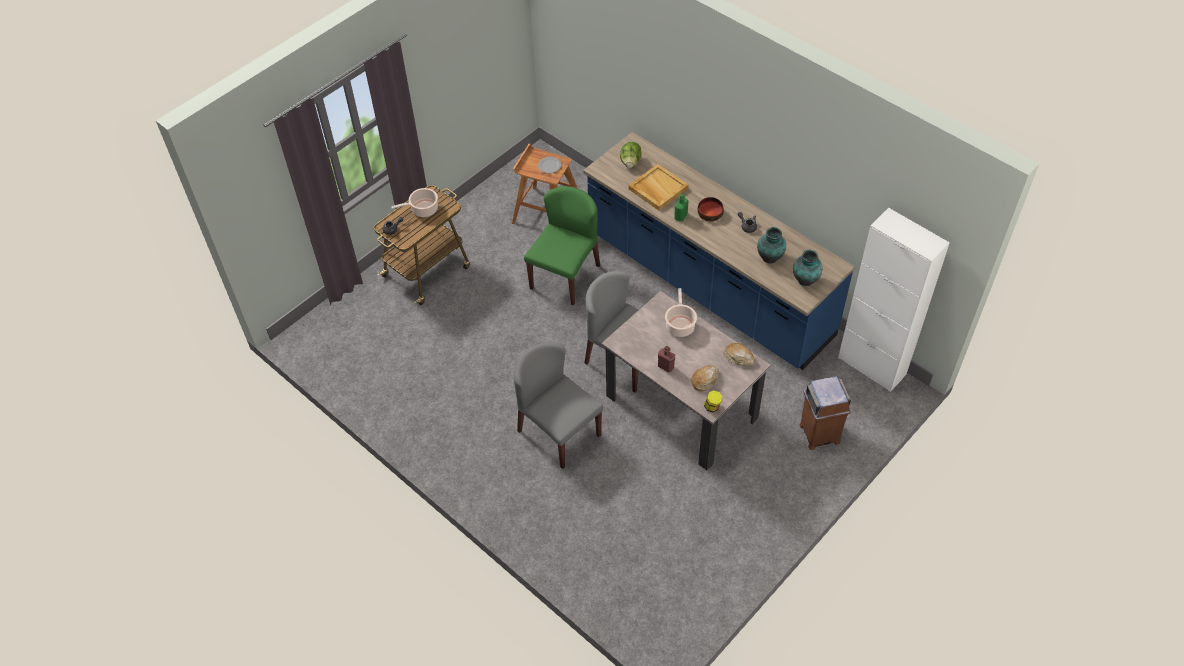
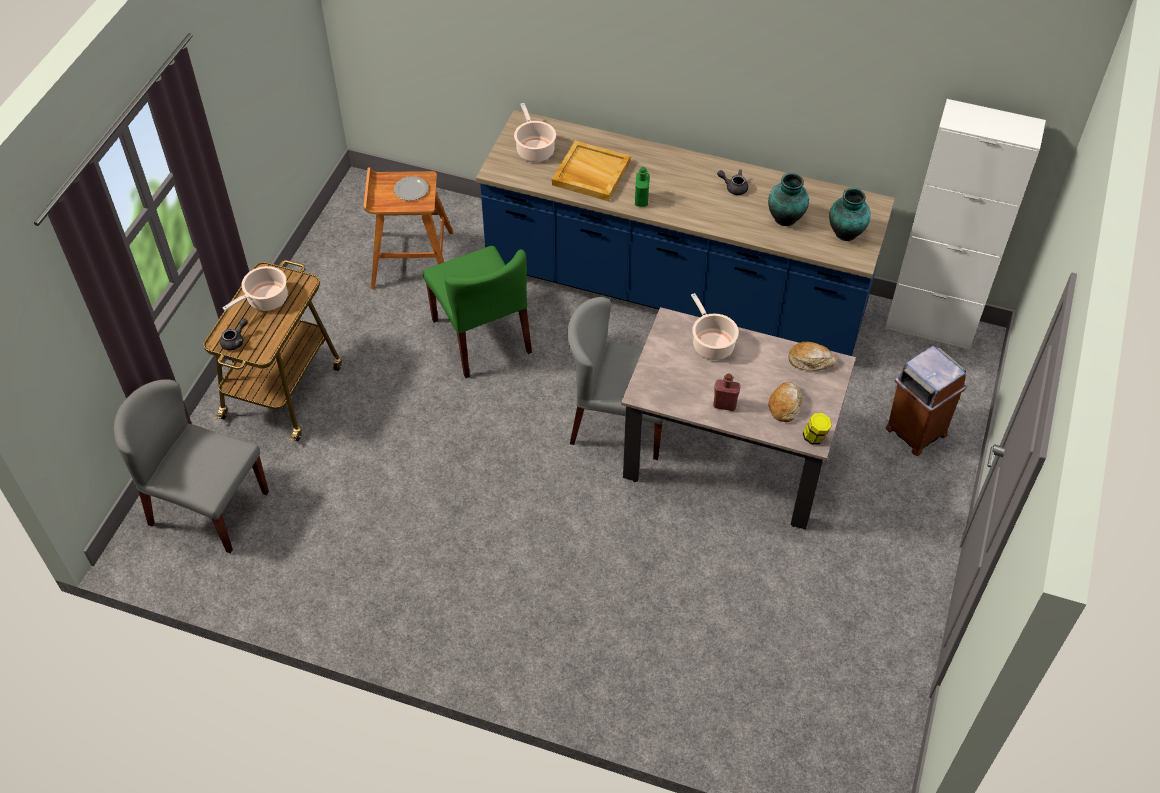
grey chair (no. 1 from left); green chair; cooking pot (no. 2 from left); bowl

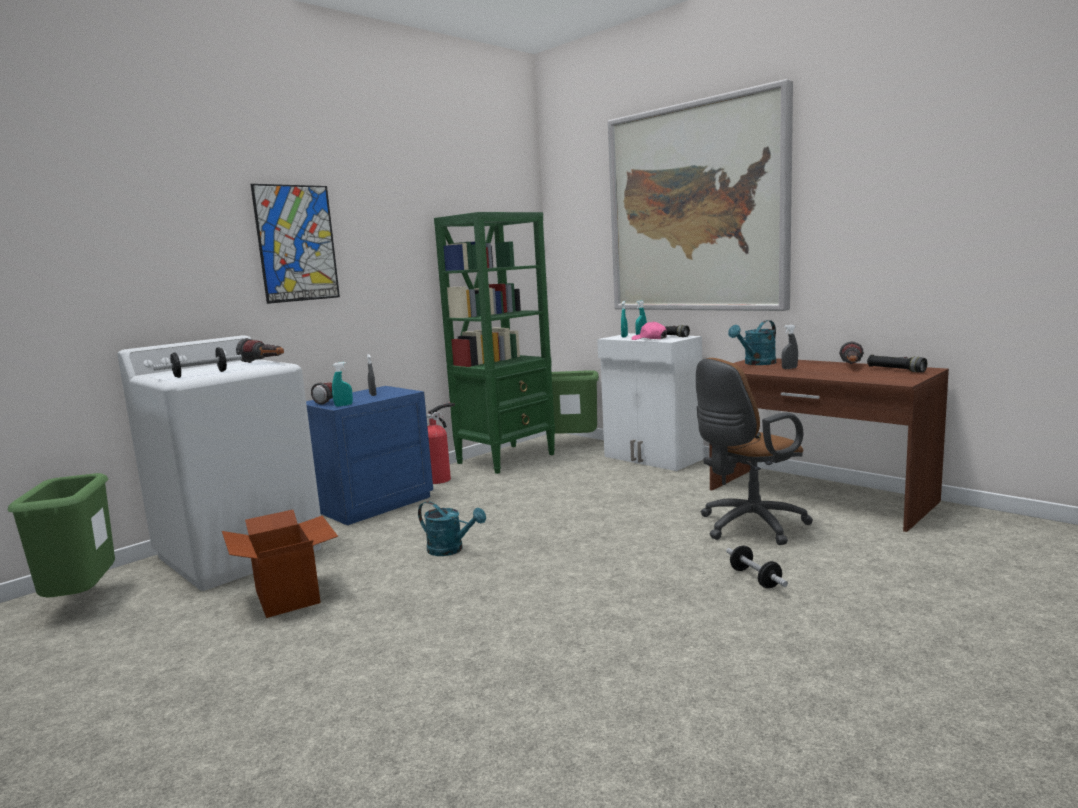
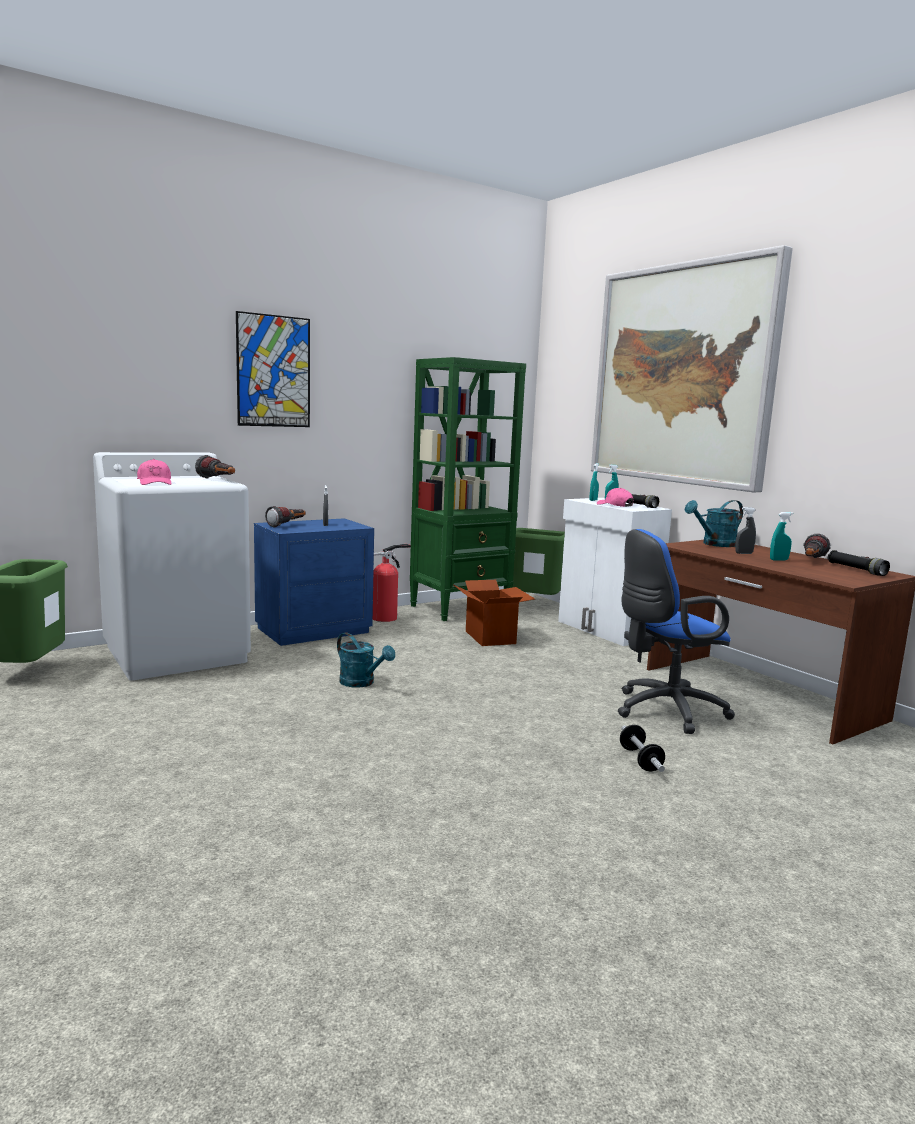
pink cap (no. 1 from left); cardboard box; blue office chair; turquoise spray bottle (no. 3 from left)

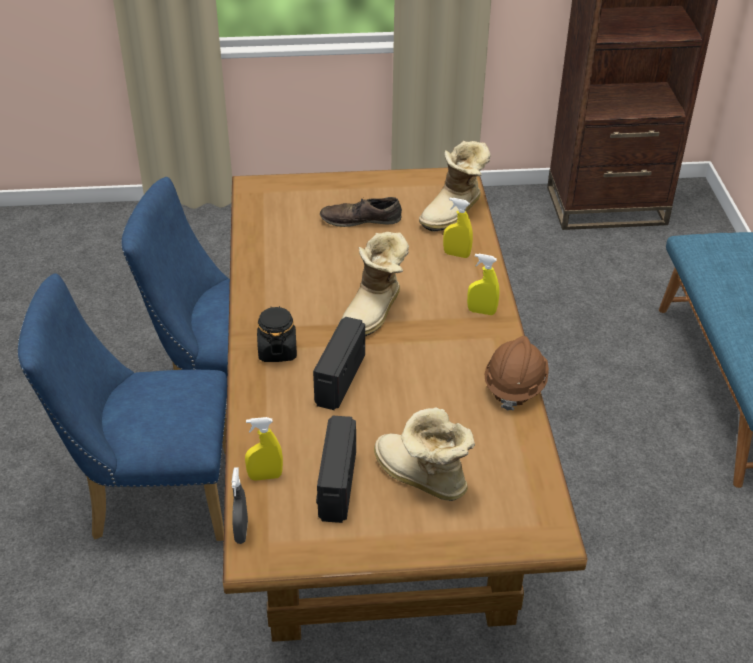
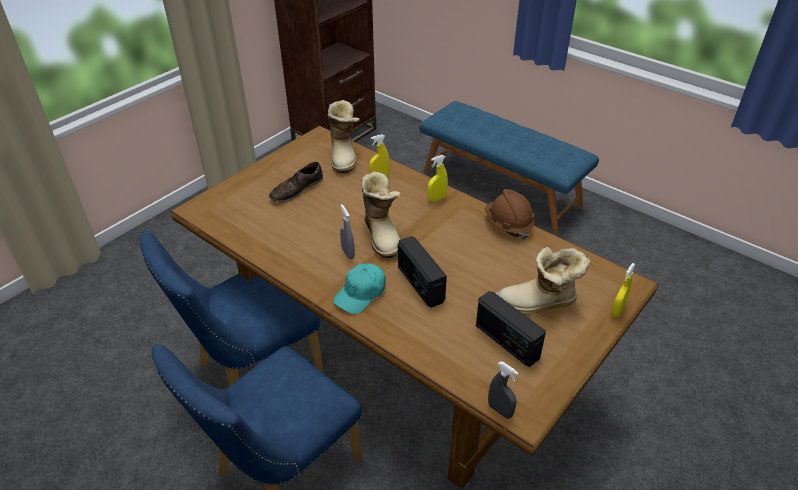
turquoise cap; grey spray bottle (no. 1 from left); yellow spray bottle (no. 3 from left)

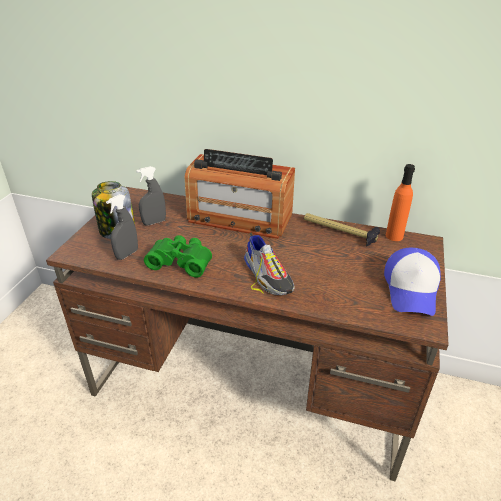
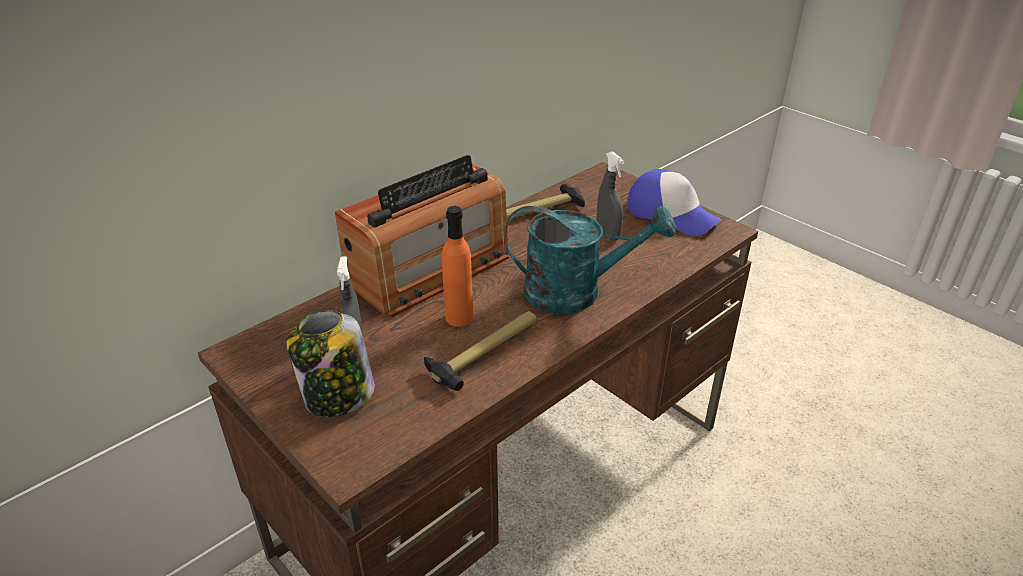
hammer (no. 1 from left); orange bottle; turquoise watering can; grey spray bottle (no. 2 from left)

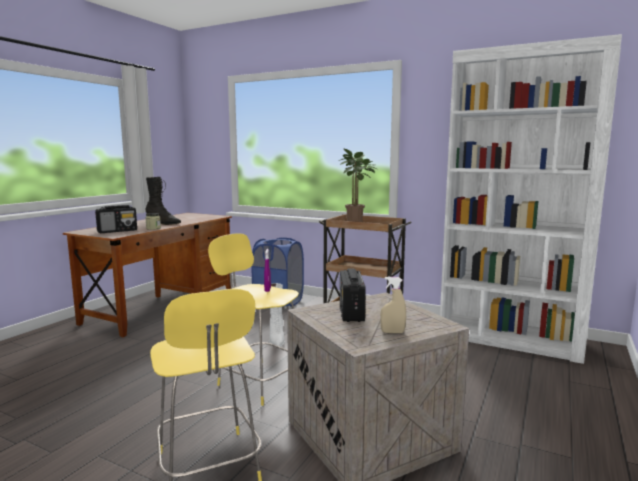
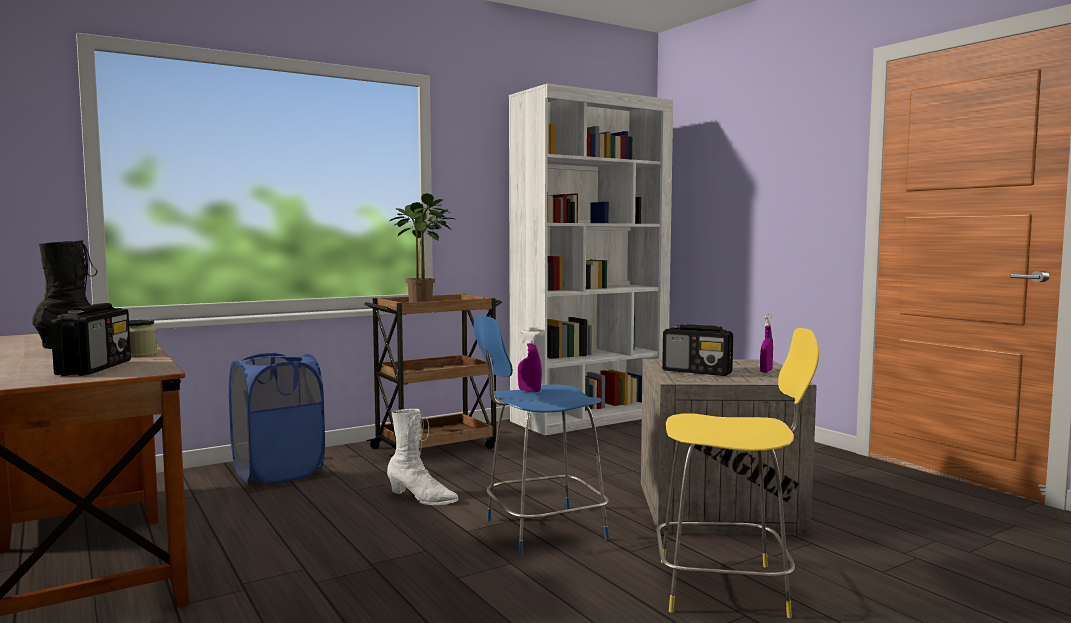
blue stool; purple spray bottle (no. 2 from left)

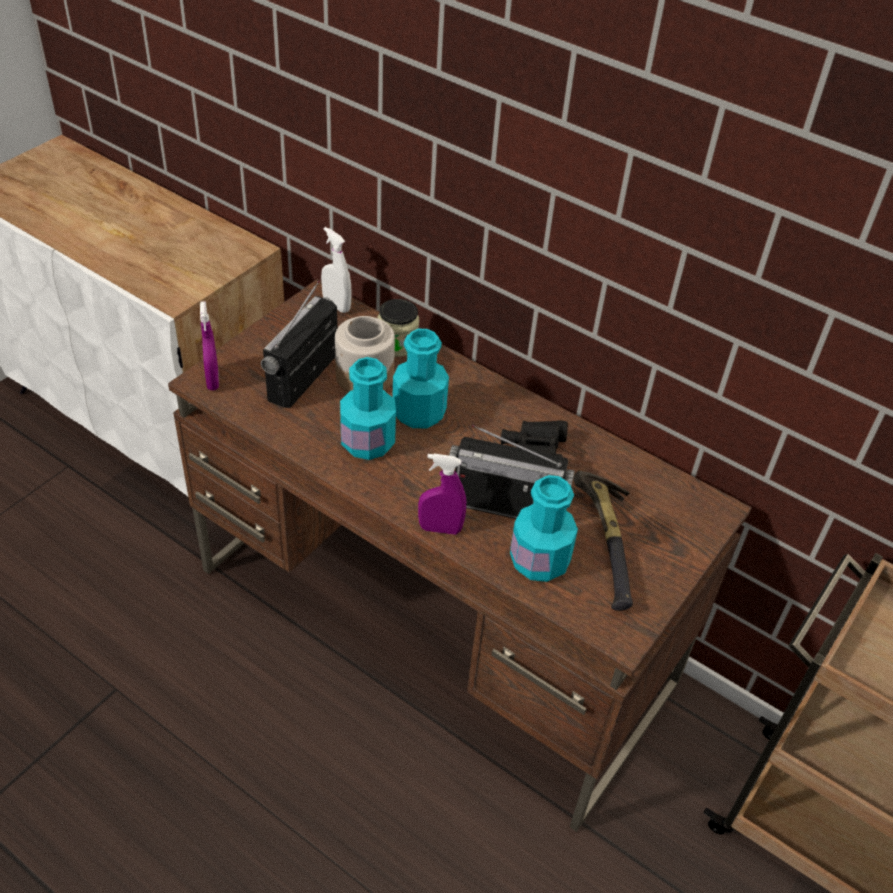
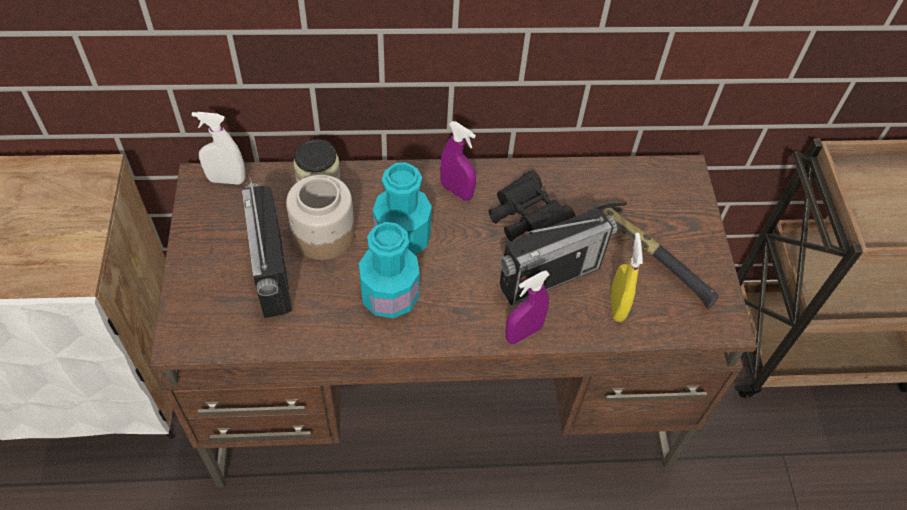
purple spray bottle (no. 1 from left); yellow spray bottle

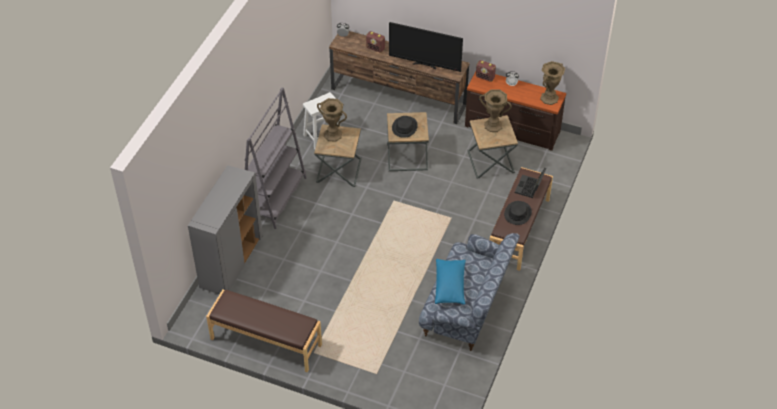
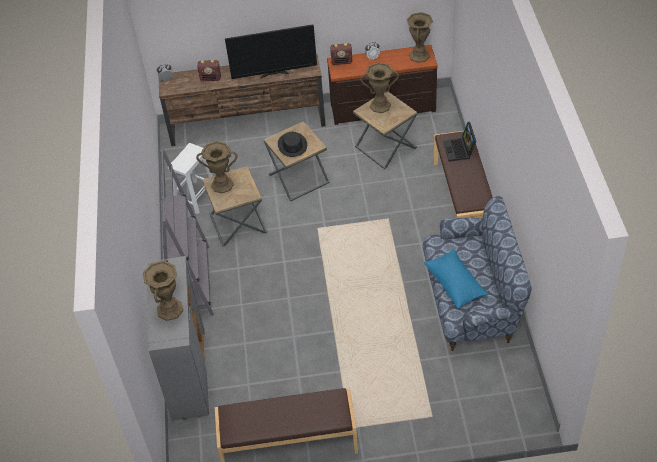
brown vase (no. 1 from left); black hat (no. 2 from left in the first image)

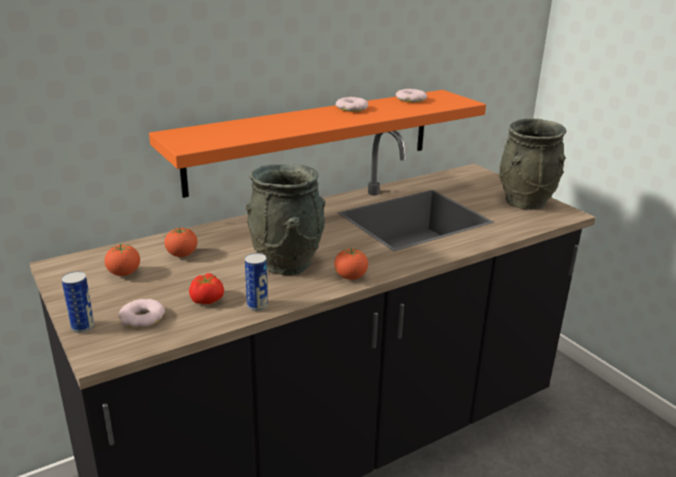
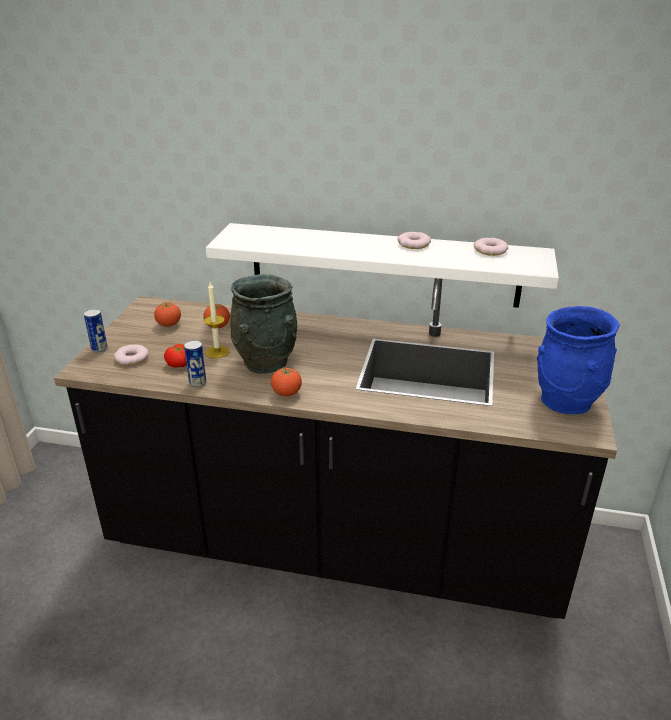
candle; white shelf; blue vase

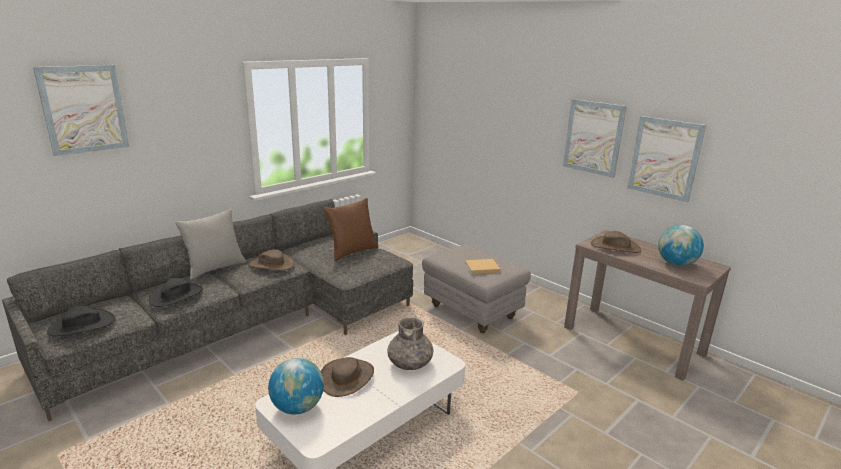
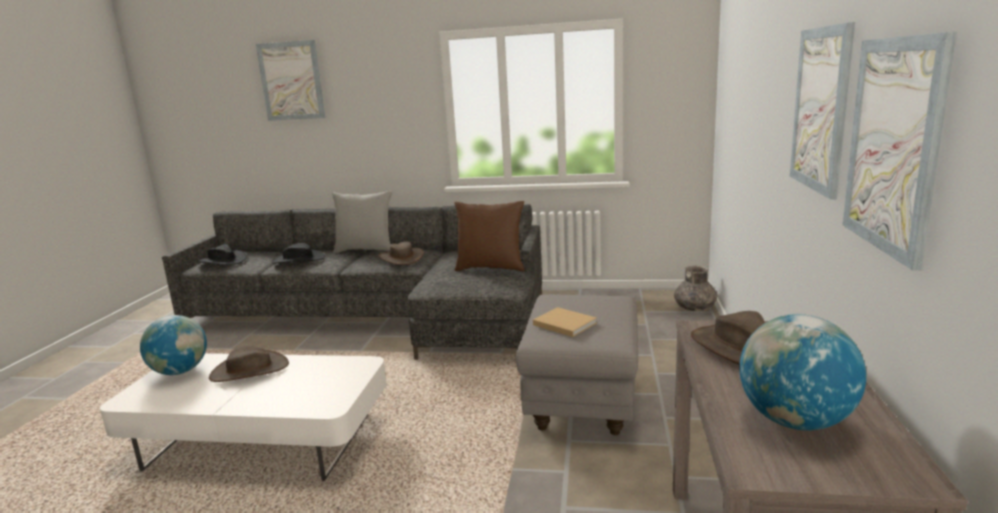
grey vase

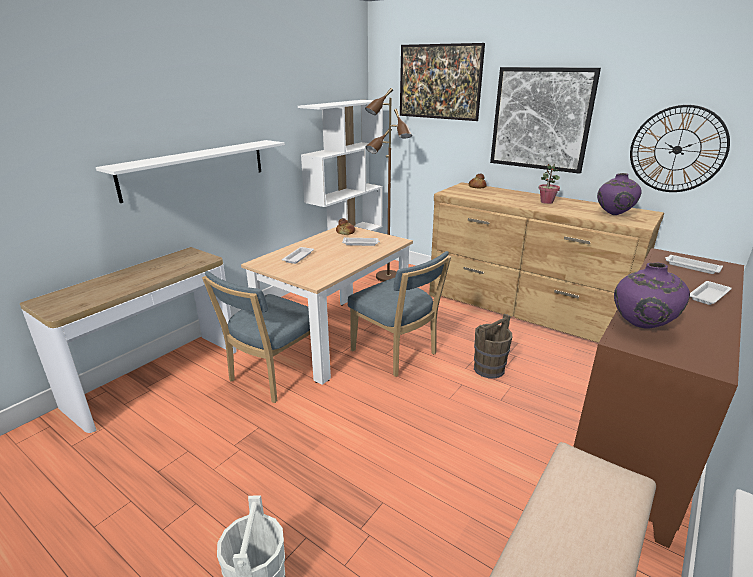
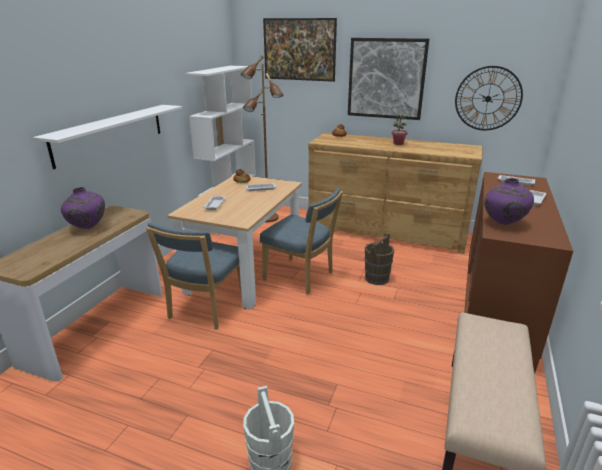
purple vase (no. 1 from left)

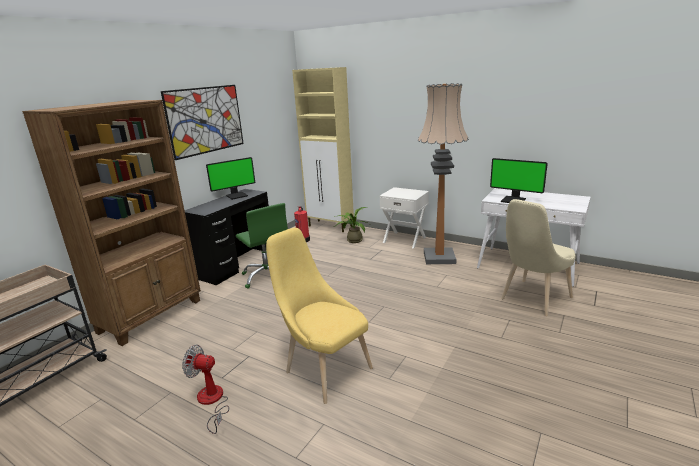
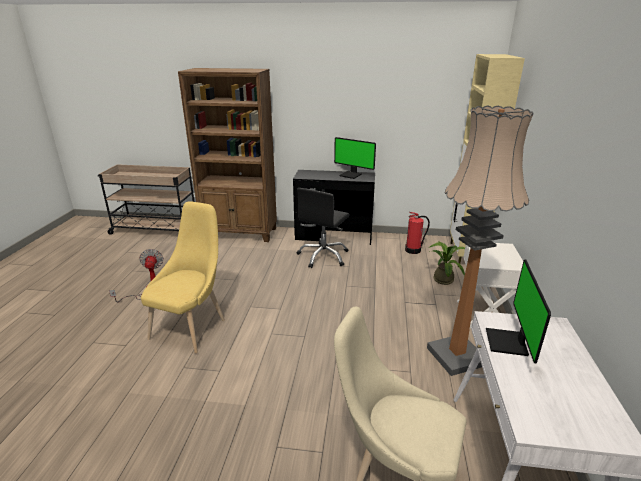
black office chair; picture

